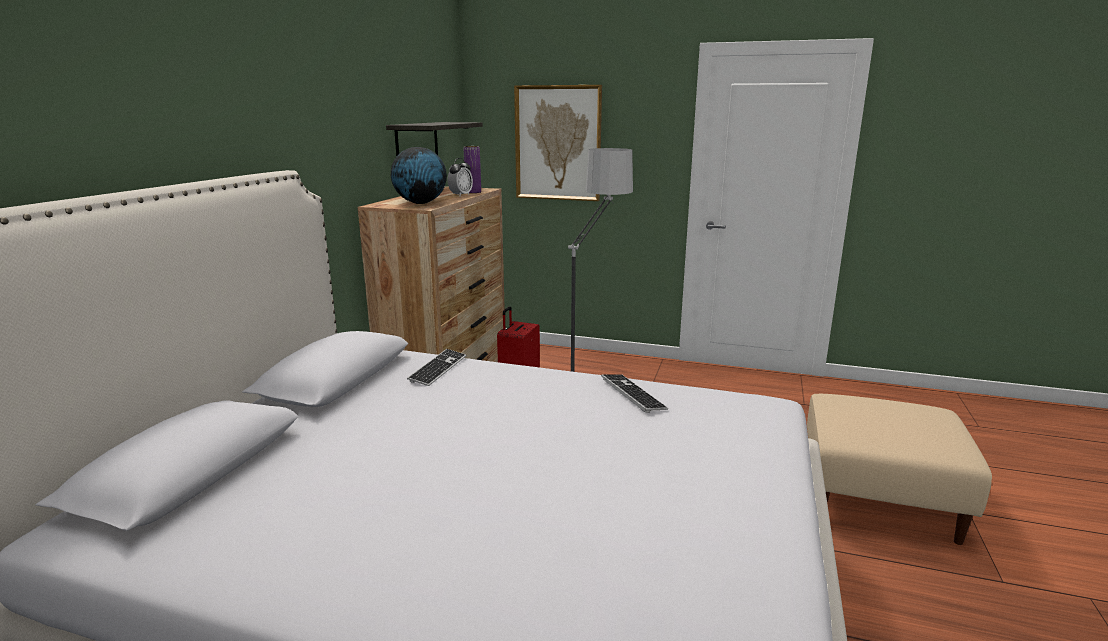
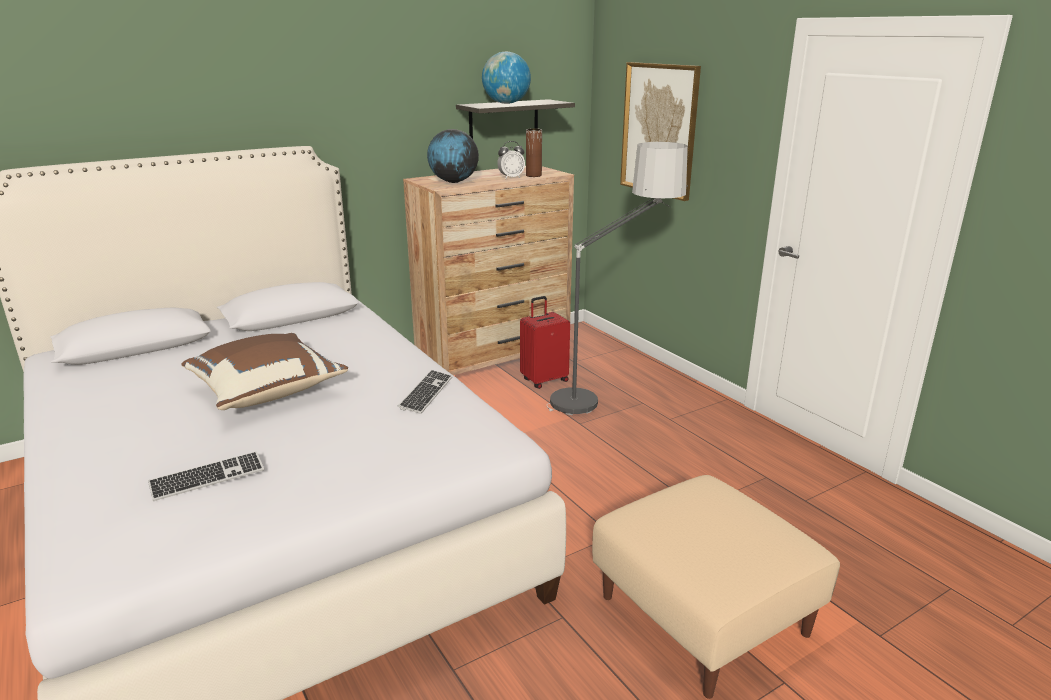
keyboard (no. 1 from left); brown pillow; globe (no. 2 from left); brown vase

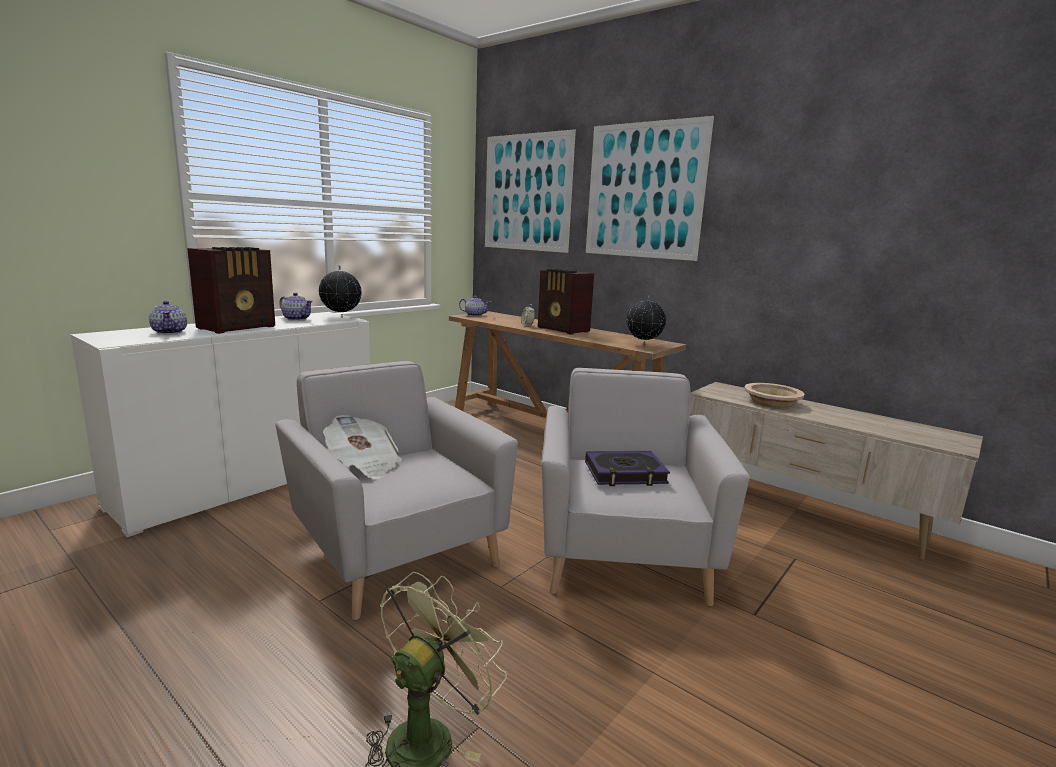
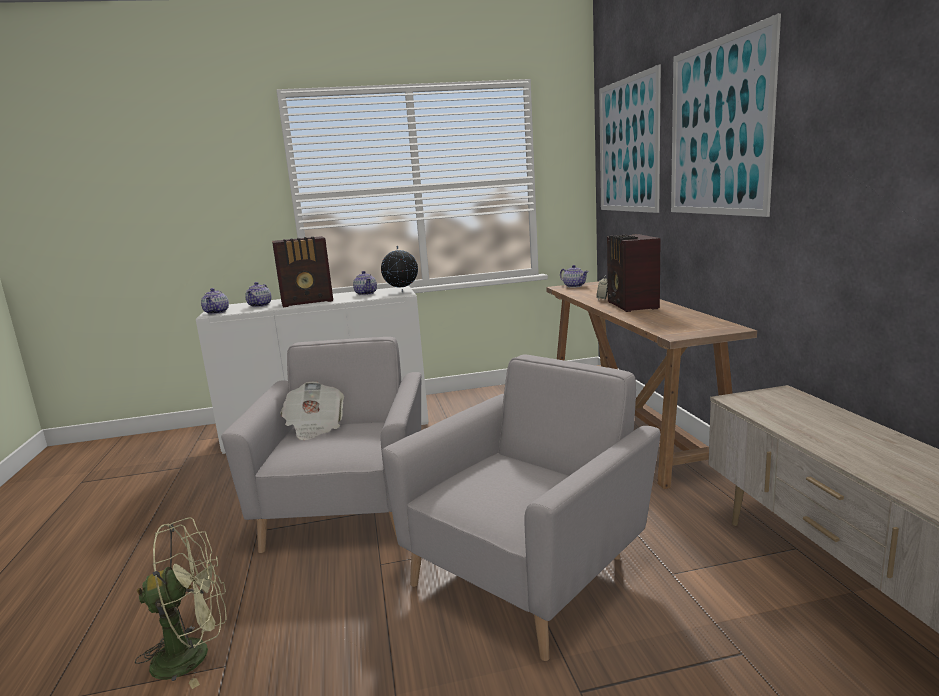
teapot (no. 1 from left); book; globe (no. 2 from left in the first image); beige bowl

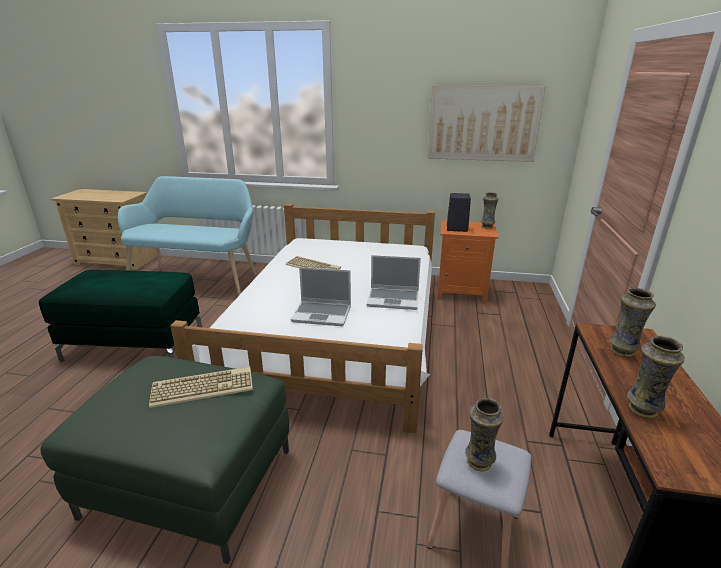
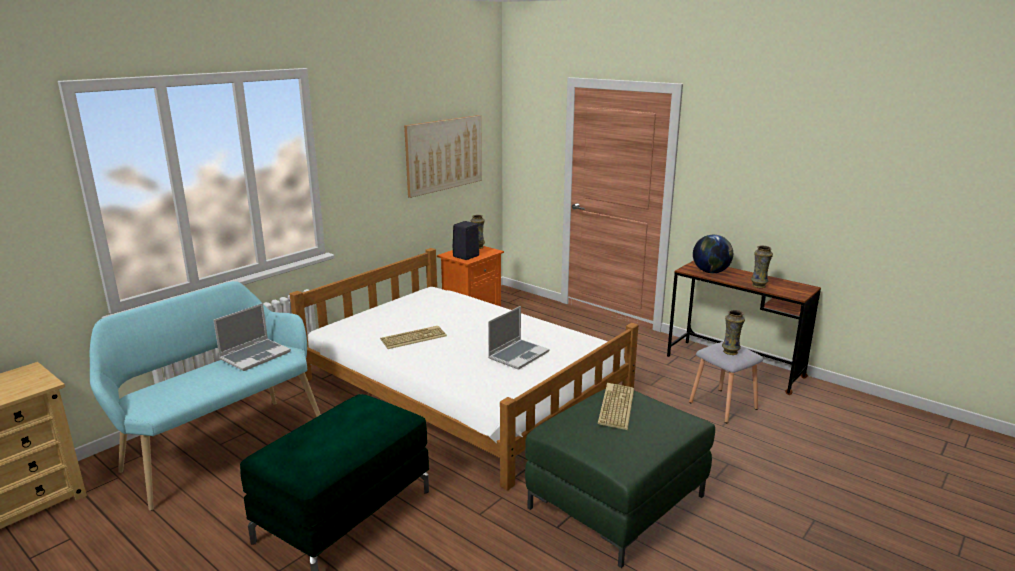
laptop (no. 1 from left); globe

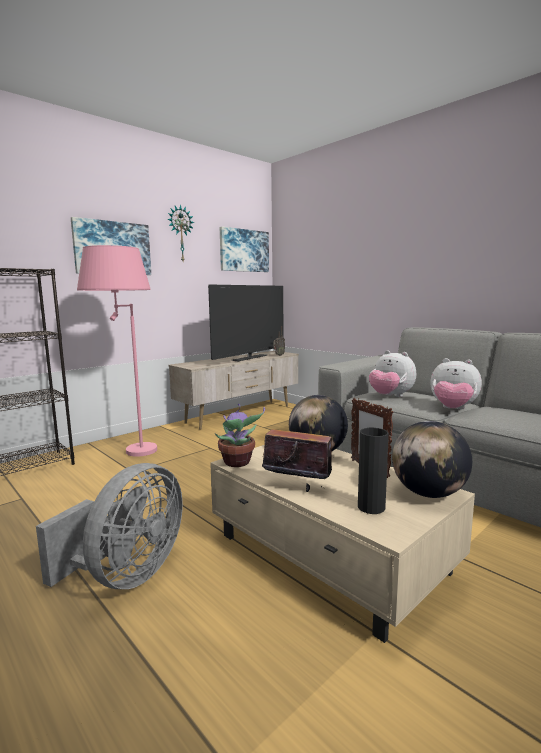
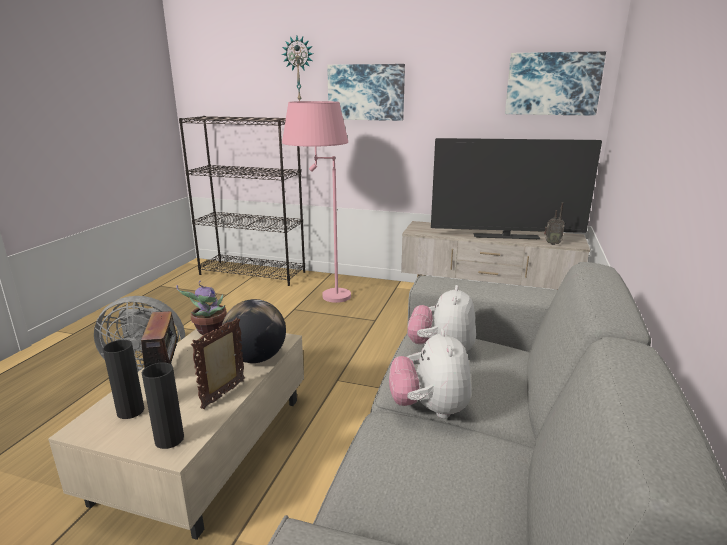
black vase (no. 2 from left); wall clock

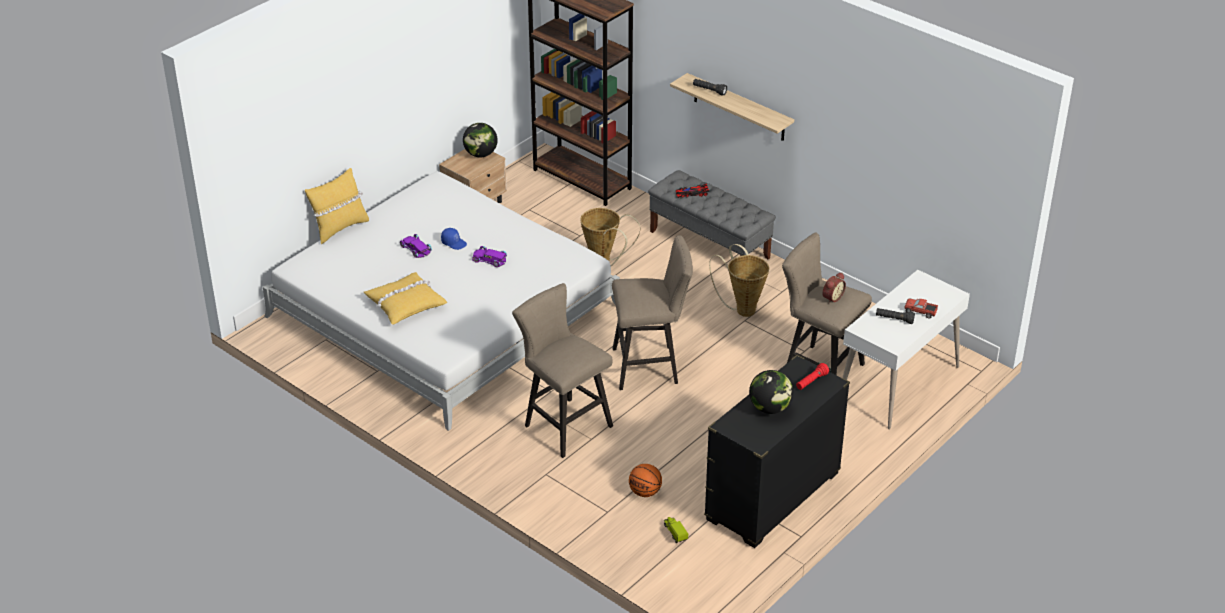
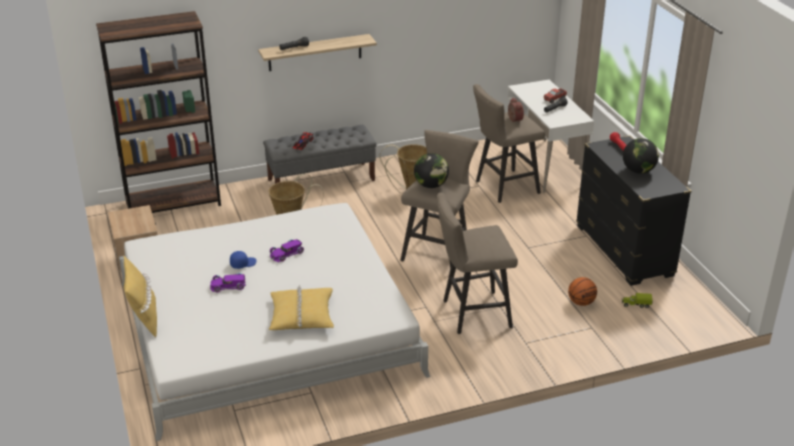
globe (no. 1 from left)

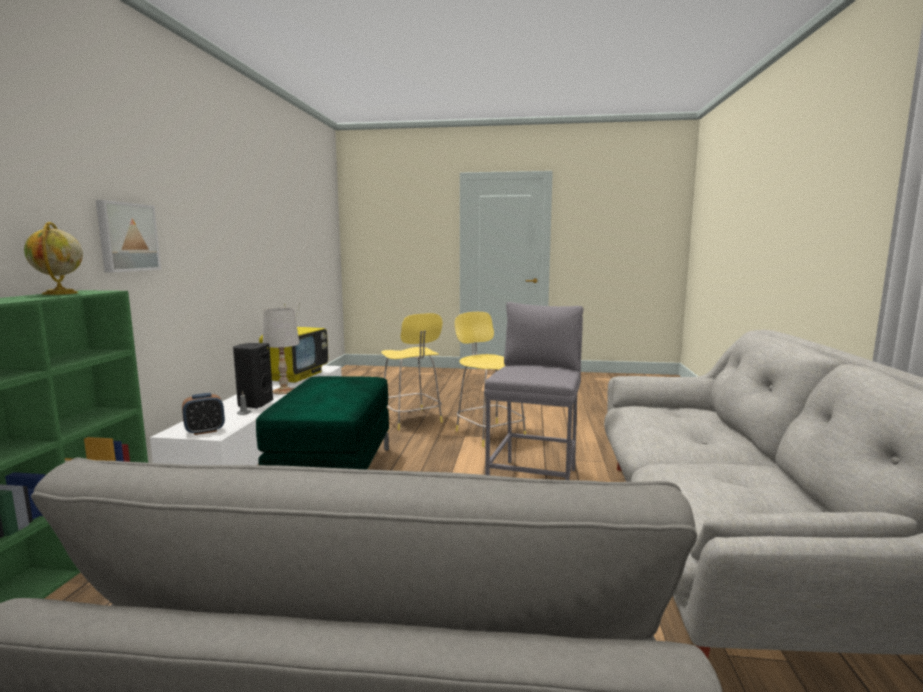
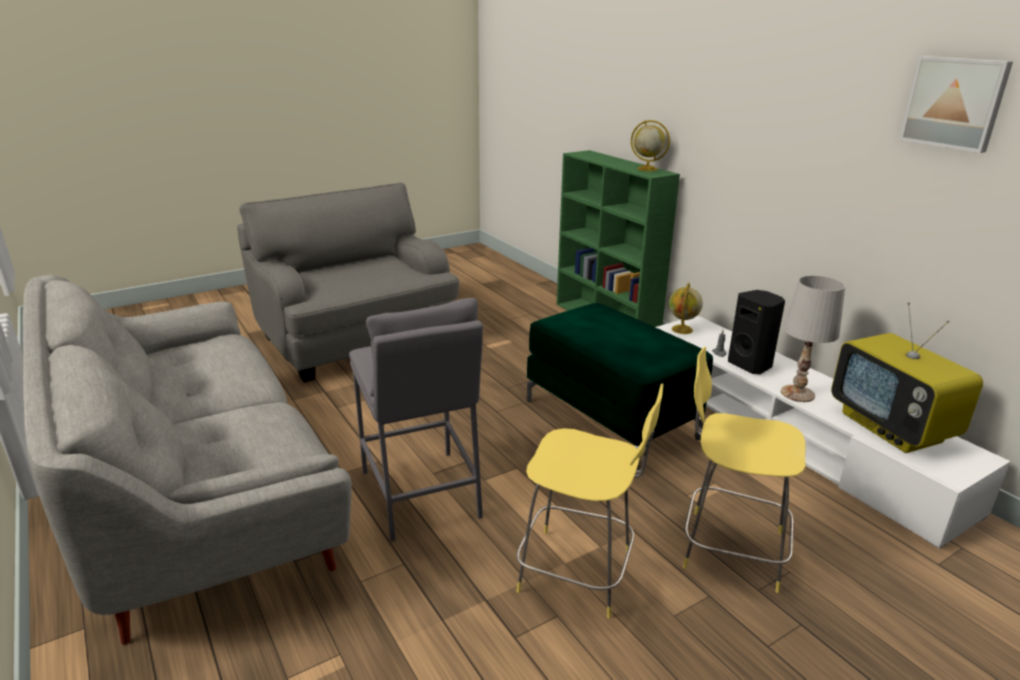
globe (no. 2 from left); picture

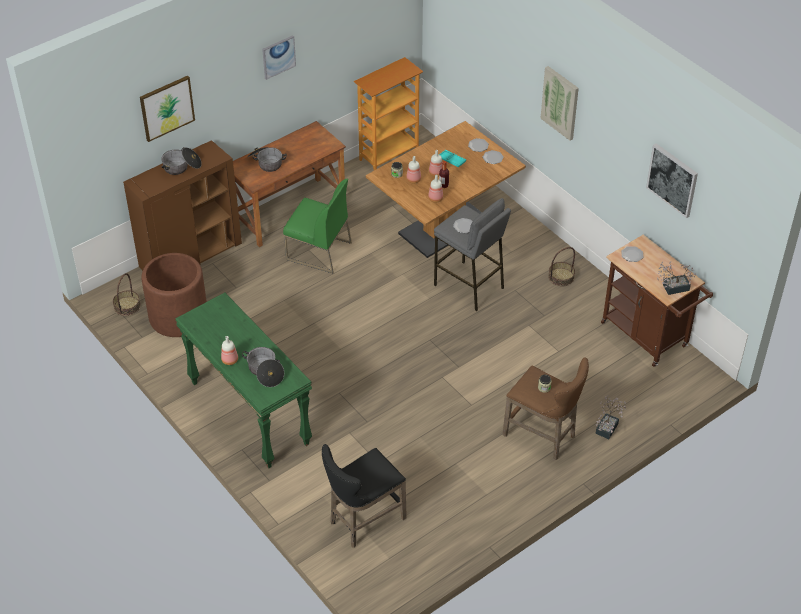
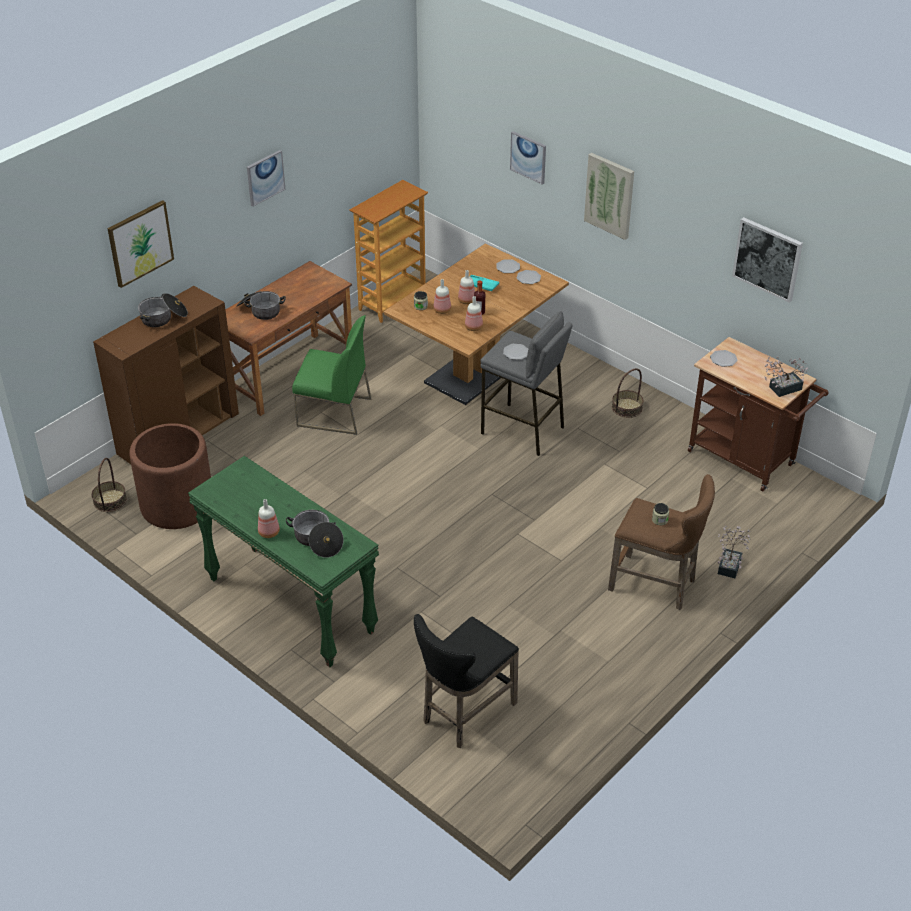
picture (no. 3 from left)

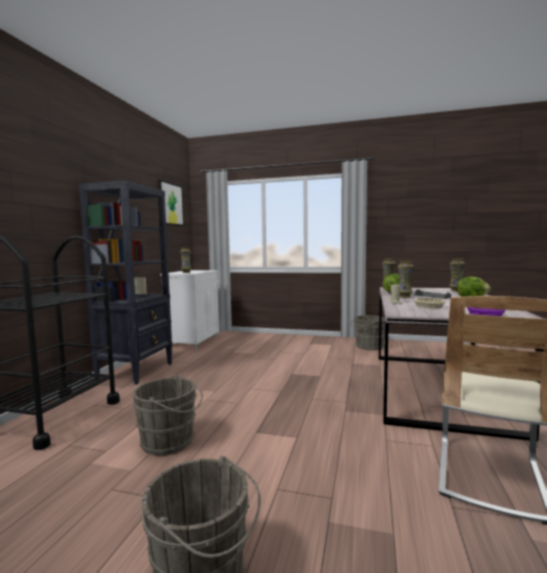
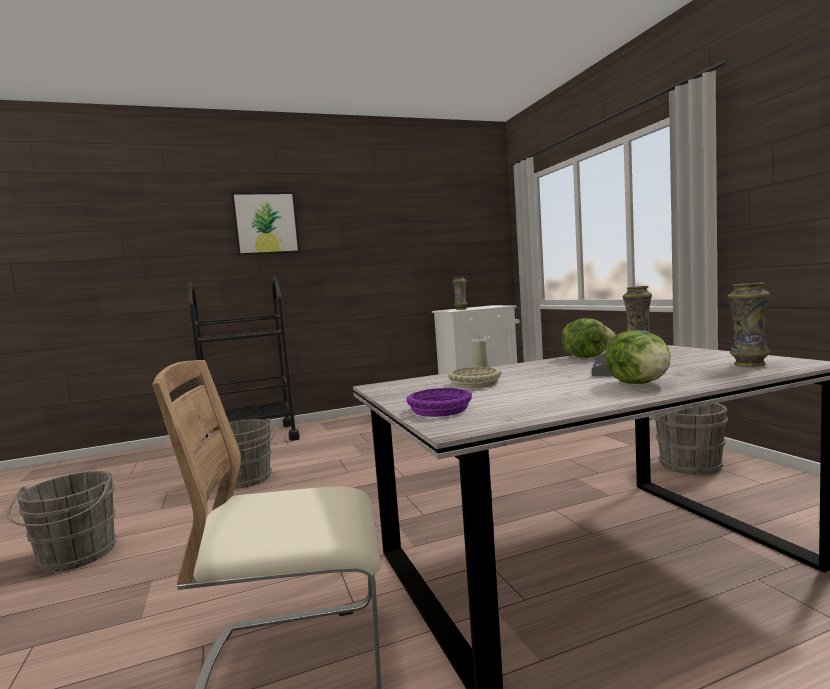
picture; black bookcase; vase (no. 3 from left in the first image)

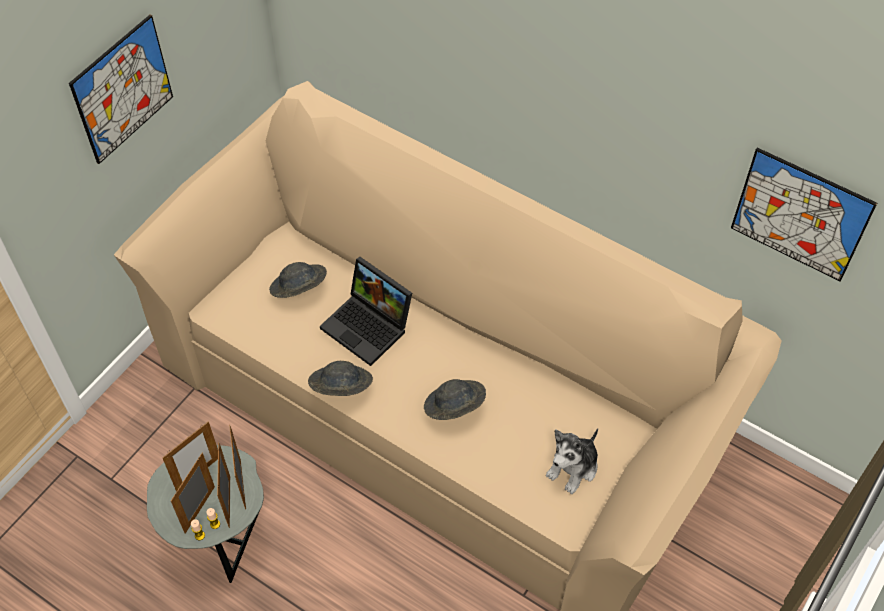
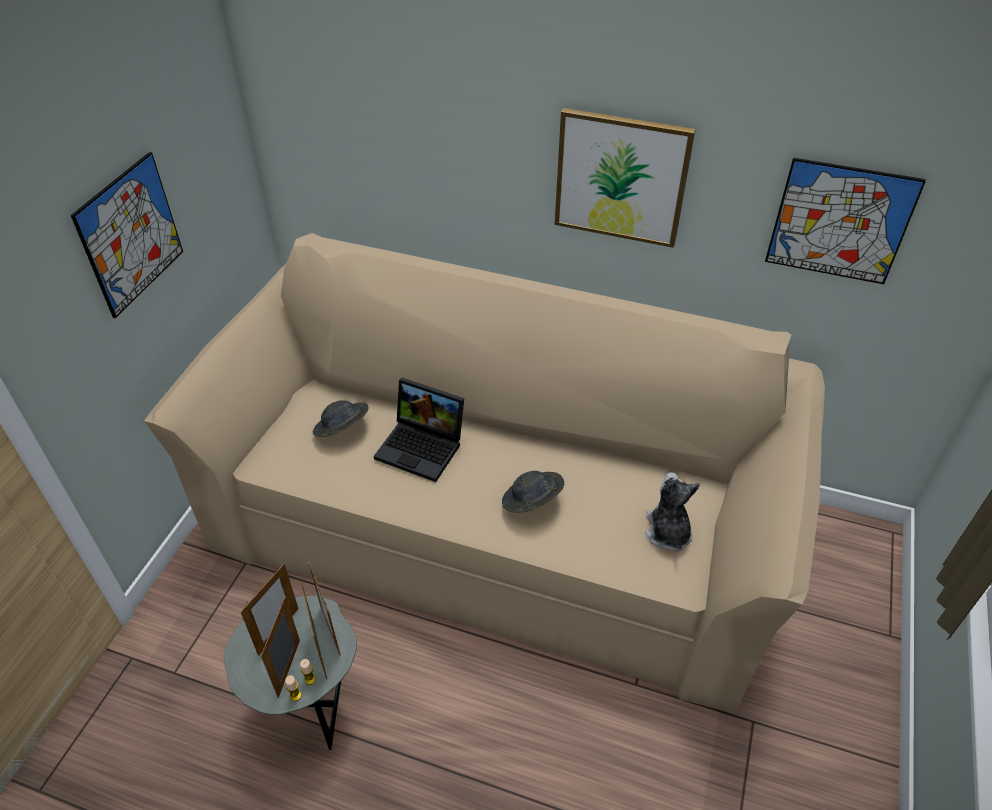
picture (no. 2 from left); plush toy; grey hat (no. 2 from left in the first image)

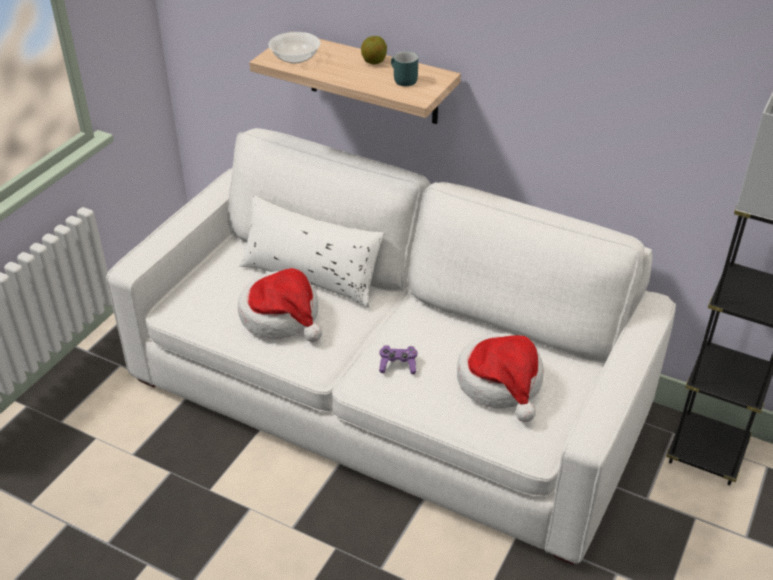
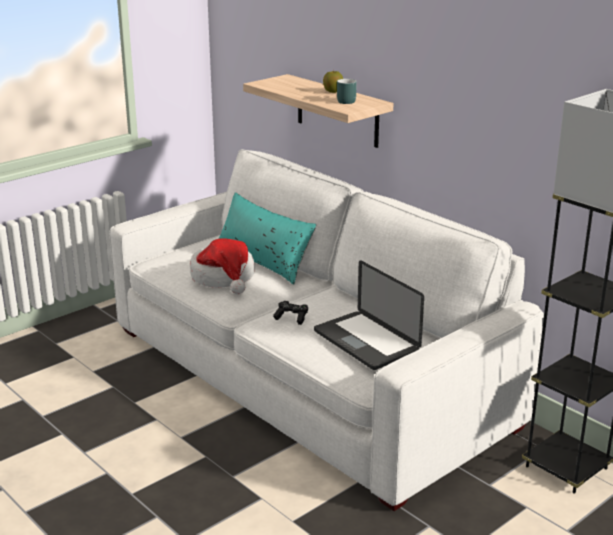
turquoise pillow; black game controller; laptop; bowl

